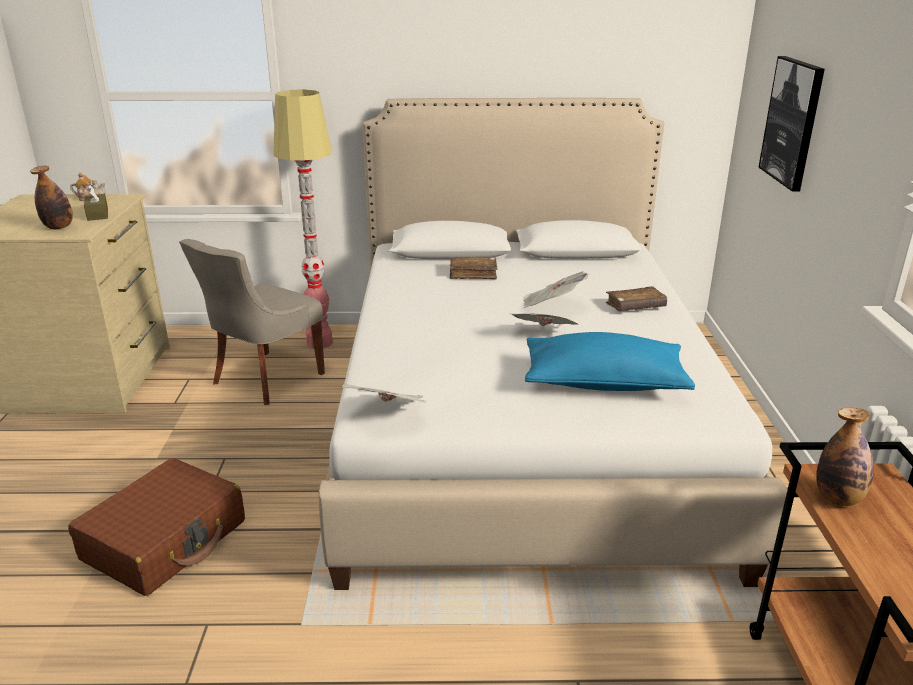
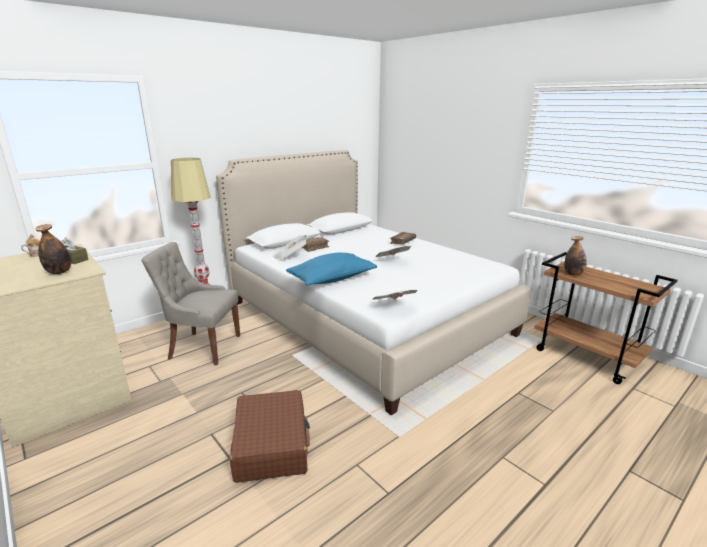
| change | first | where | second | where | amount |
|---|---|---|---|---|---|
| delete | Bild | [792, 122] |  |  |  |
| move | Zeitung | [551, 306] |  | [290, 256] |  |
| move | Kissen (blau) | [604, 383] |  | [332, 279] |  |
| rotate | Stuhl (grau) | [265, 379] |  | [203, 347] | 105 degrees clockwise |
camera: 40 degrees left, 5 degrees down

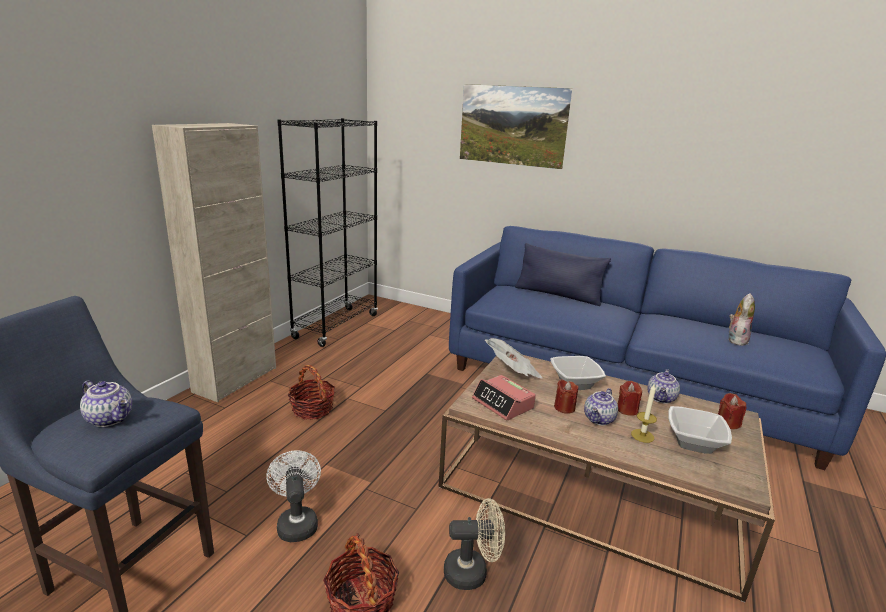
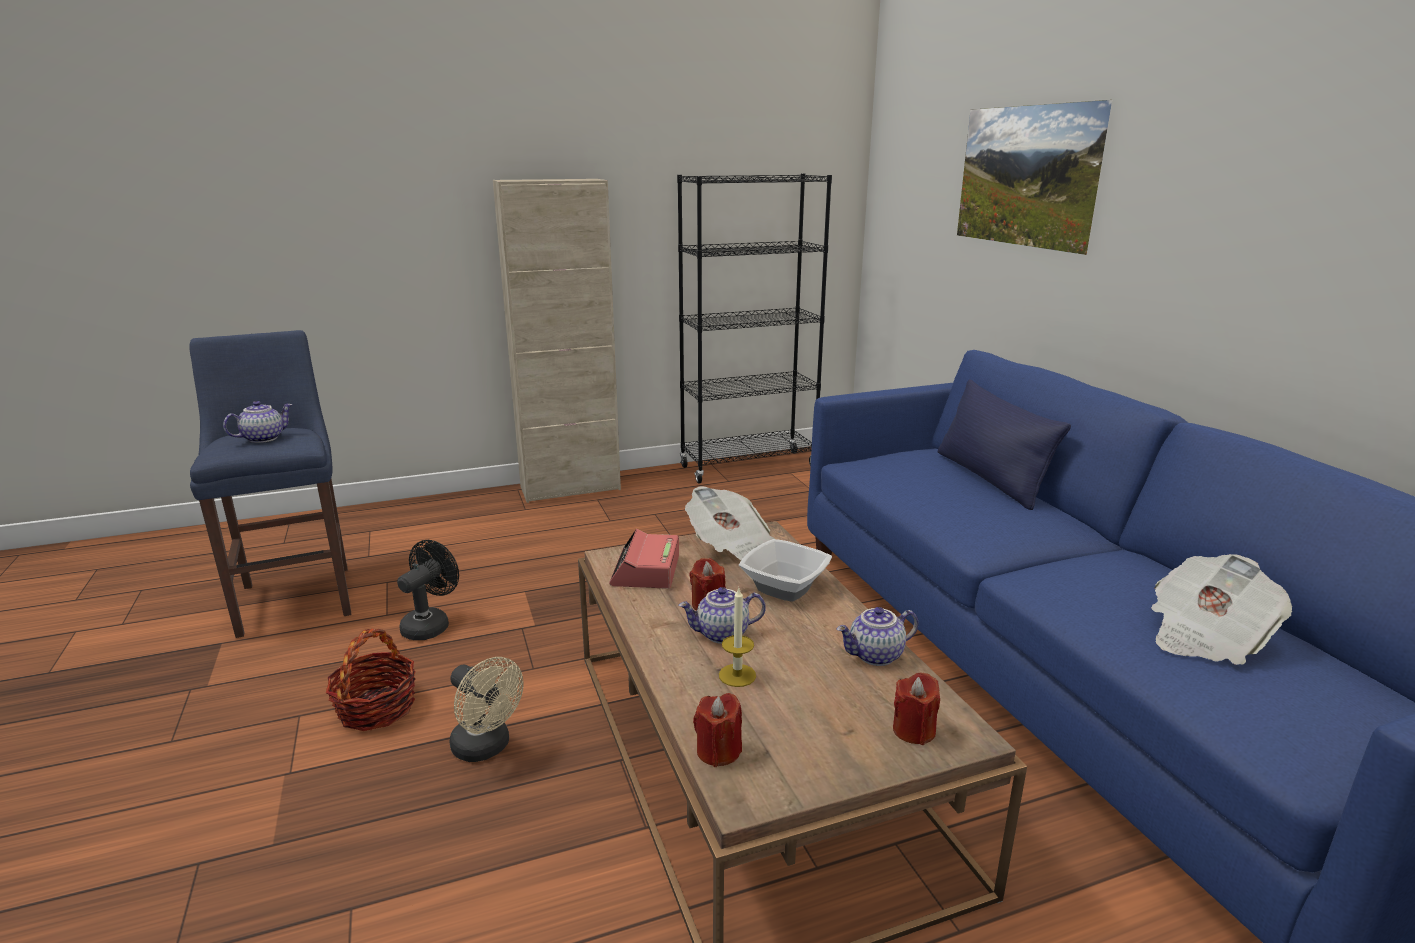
| change | first | where | second | where | amount |
|---|---|---|---|---|---|
| delete | Korb | [312, 409] |  |  |  |
| delete | Schüssel | [693, 442] |  |  |  |
| move | Kerze (rot) | [627, 410] |  | [718, 751] |  |
| replace | Plüschtier | [736, 340] | Zeitung | [1205, 636] |  |
| recolor | Ventilator (weiß) | [297, 522] | Ventilator (schwarz) | [430, 624] |  |
| rotate | Teekanne | [111, 418] |  | [263, 438] | 120 degrees counterclockwise |
camera: 45 degrees right, 0 degrees up

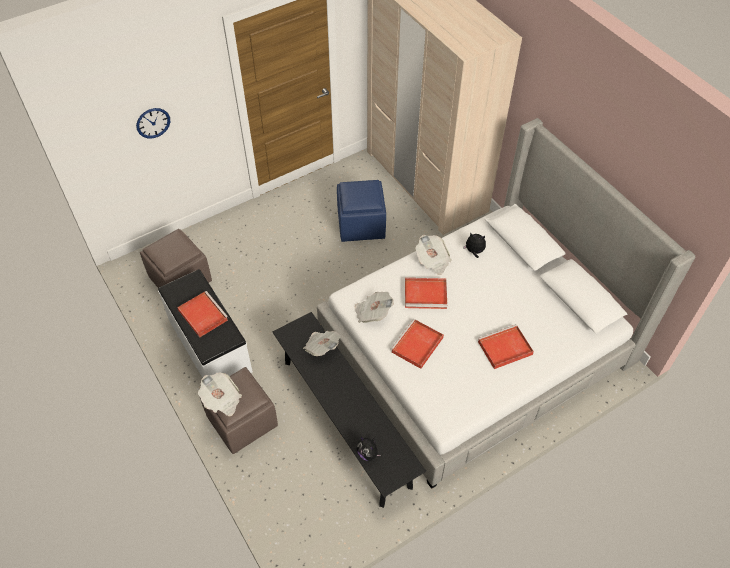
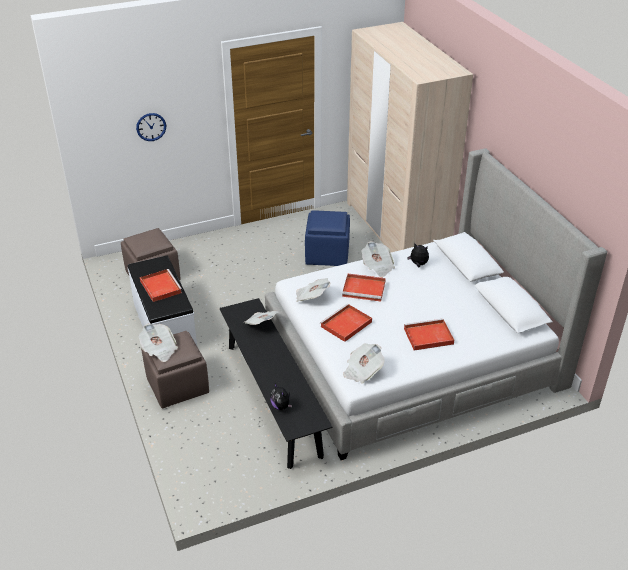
| change | first | where | second | where | amount |
|---|---|---|---|---|---|
| insert |  |  | Zeitung | [362, 371] |  |
camera: 10 degrees right, 15 degrees down

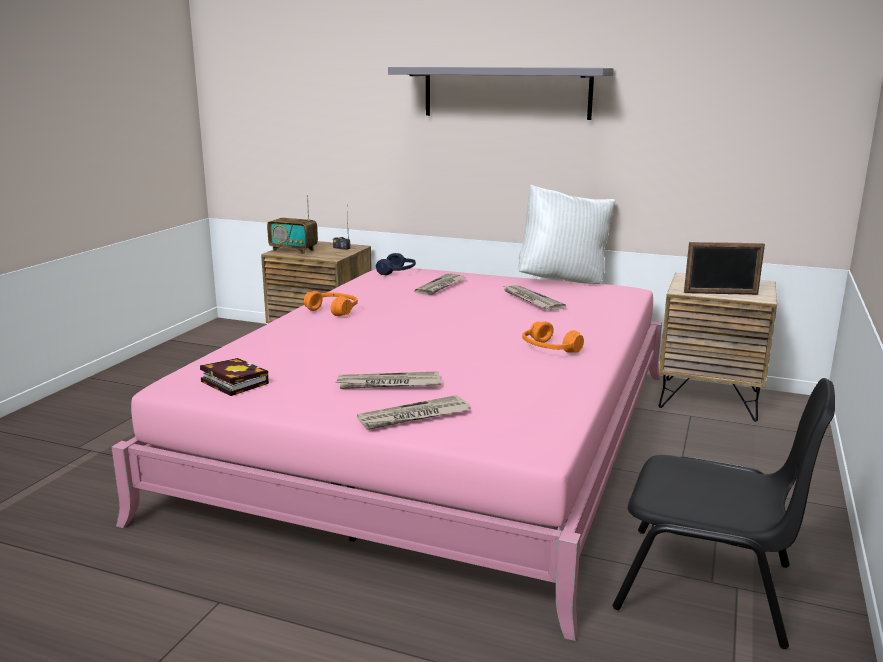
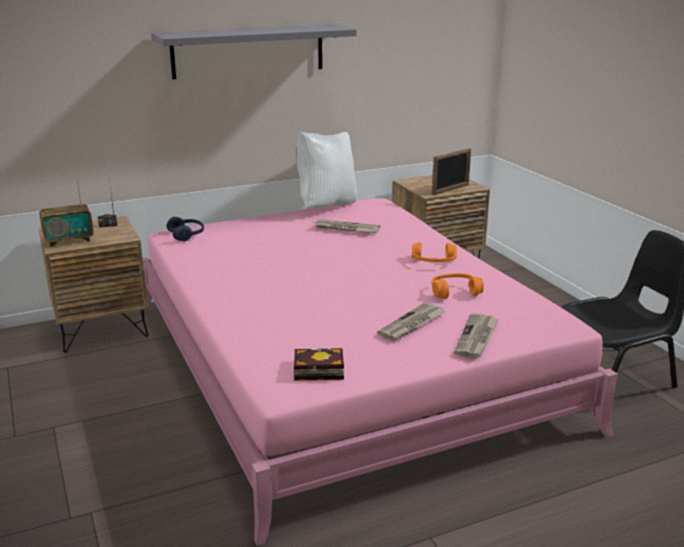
| change | first | where | second | where | amount |
|---|---|---|---|---|---|
| delete | Zeitung | [441, 286] |  |  |  |
| move | Kopfhörer (orange) | [333, 310] |  | [455, 292] |  |
camera: 45 degrees left, 5 degrees up

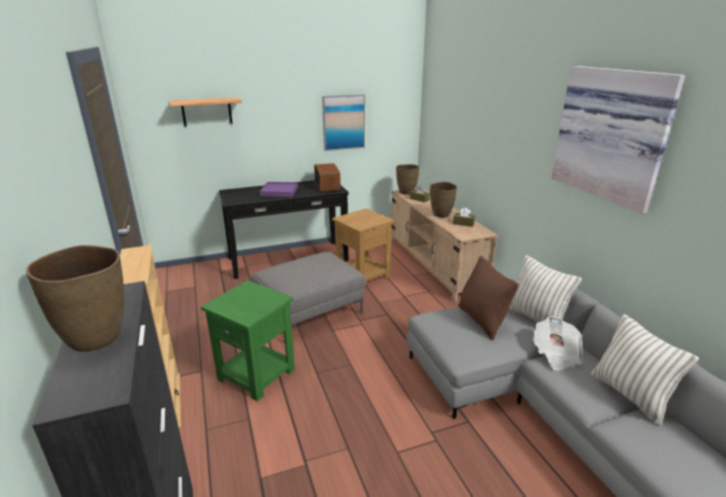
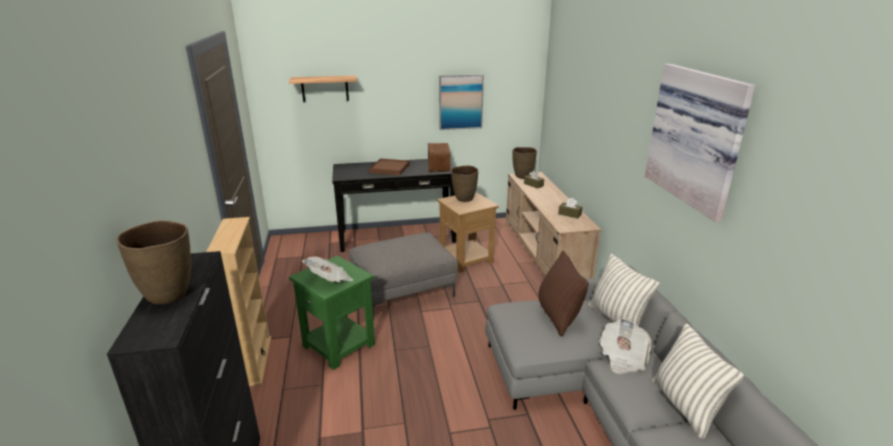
| change | first | where | second | where | amount |
|---|---|---|---|---|---|
| insert |  |  | Zeitung | [330, 280] |  |
| move | Vase (braun) | [441, 215] |  | [464, 199] |  |
| recolor | Tablett (lila) | [279, 191] | Tablett (braun) | [389, 169] |  |
camera: 10 degrees right, 0 degrees up

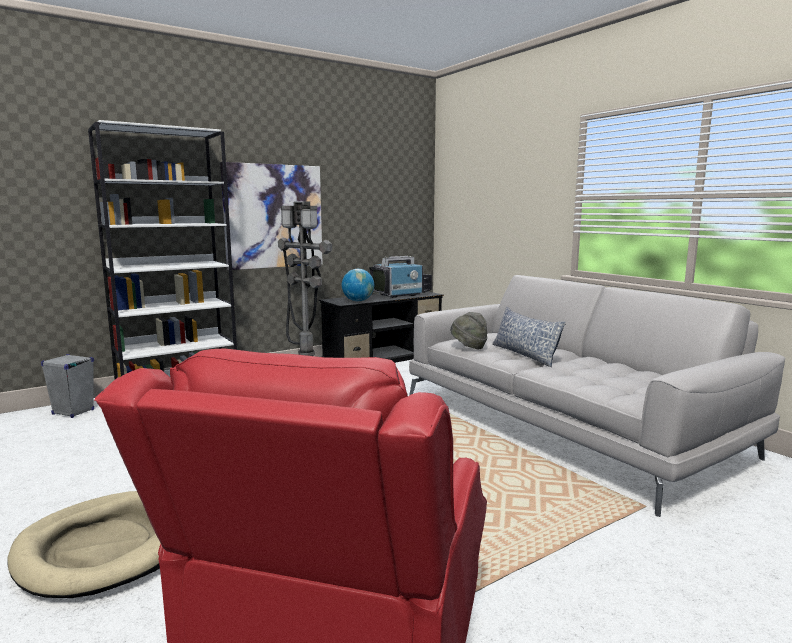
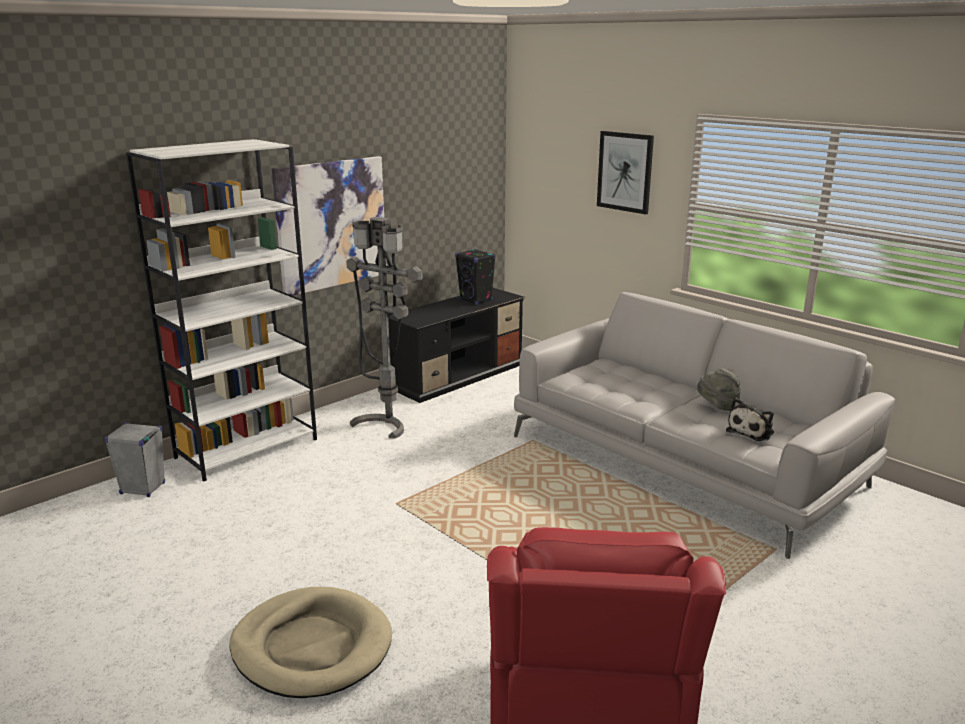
| change | first | where | second | where | amount |
|---|---|---|---|---|---|
| delete | Globus | [358, 301] |  |  |  |
| delete | Kissen | [524, 354] |  |  |  |
| insert |  |  | Bild | [625, 172] |  |
| insert |  |  | Plüschtier | [751, 431] |  |
| move | Hut (grau) | [468, 347] |  | [717, 406] |  |
| replace | Fernseher | [401, 295] | Lautsprecher (schwarz) | [476, 300] |  |
camera: 10 degrees left, 10 degrees up

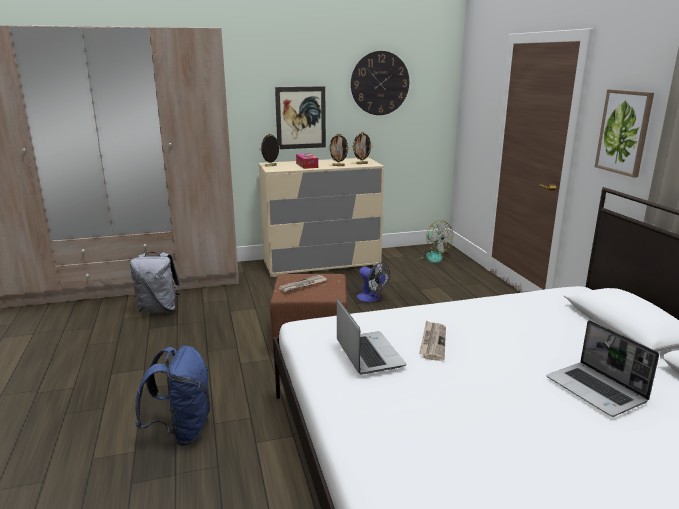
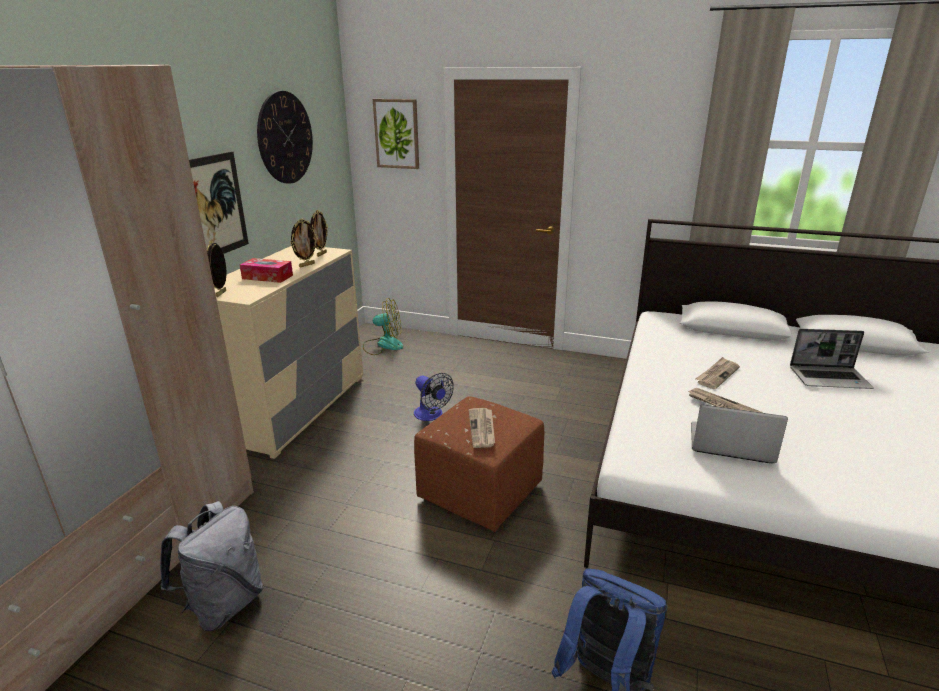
| change | first | where | second | where | amount |
|---|---|---|---|---|---|
| insert |  |  | Zeitung | [717, 375] |  |
| move | Bild | [624, 132] |  | [397, 134] |  |
| rotate | Ventilator | [371, 298] |  | [431, 415] | 60 degrees clockwise |
camera: 55 degrees left, 5 degrees up

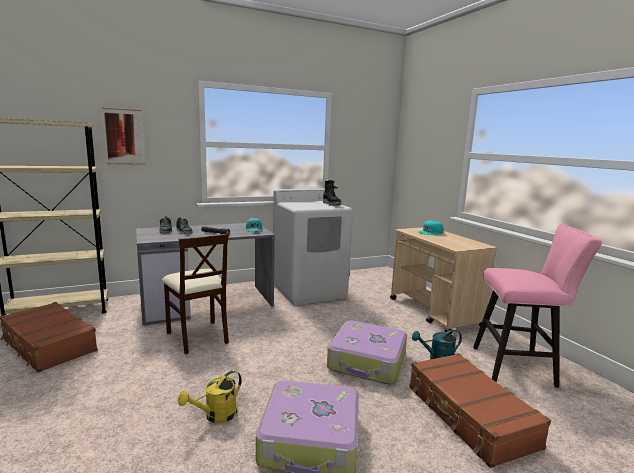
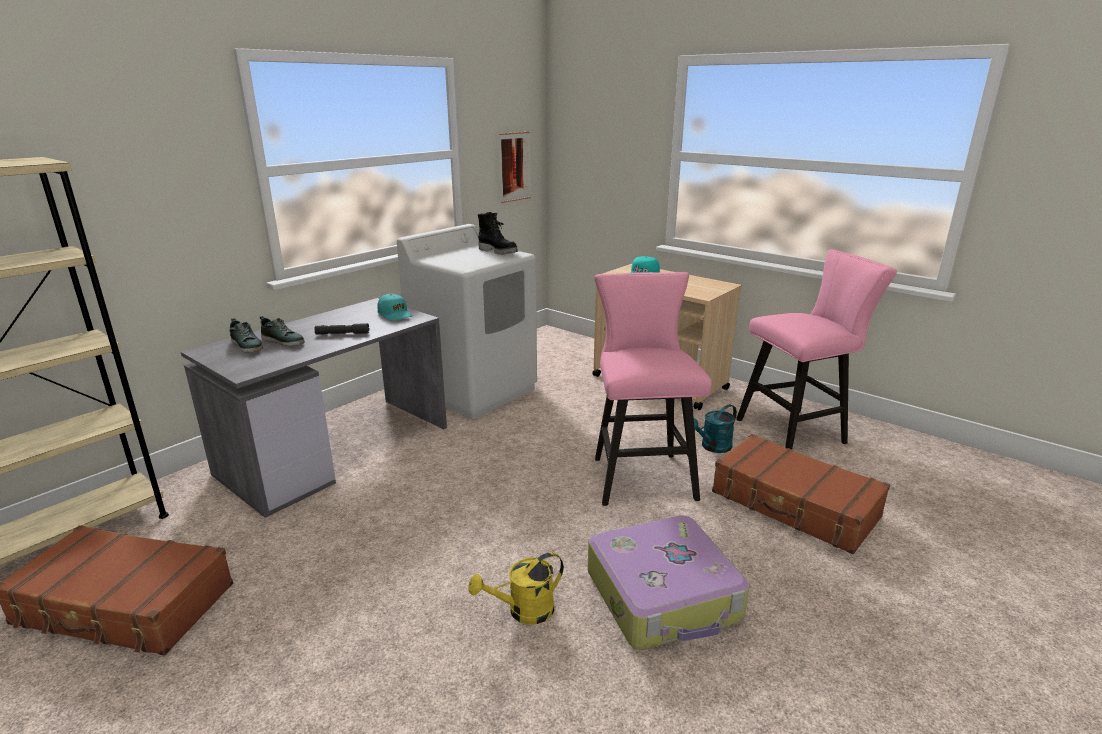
| change | first | where | second | where | amount |
|---|---|---|---|---|---|
| delete | Stuhl (beige) | [198, 337] |  |  |  |
| move | Bild | [124, 137] |  | [515, 167] |  |
| replace | Koffer | [367, 362] | Hocker (rosa) | [640, 474] |  |
| rotate | Gießkanne (gelb) | [216, 416] |  | [523, 611] | 45 degrees clockwise |
camera: 25 degrees left, 10 degrees up

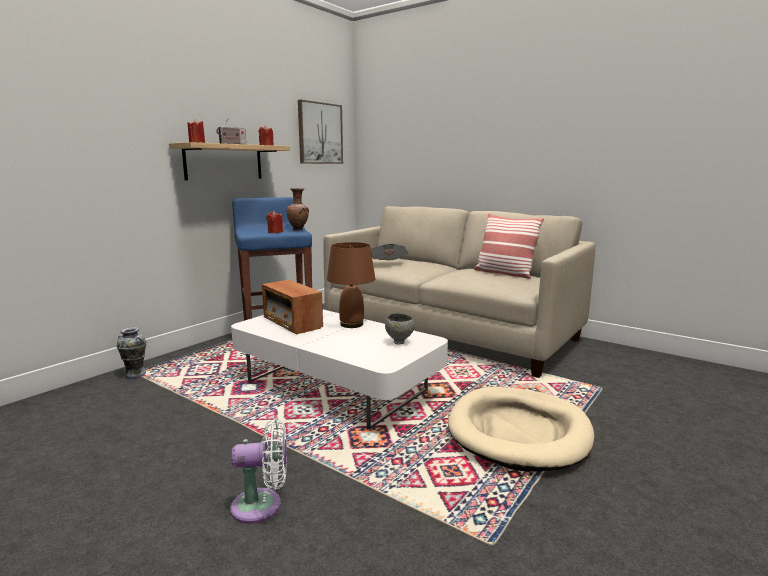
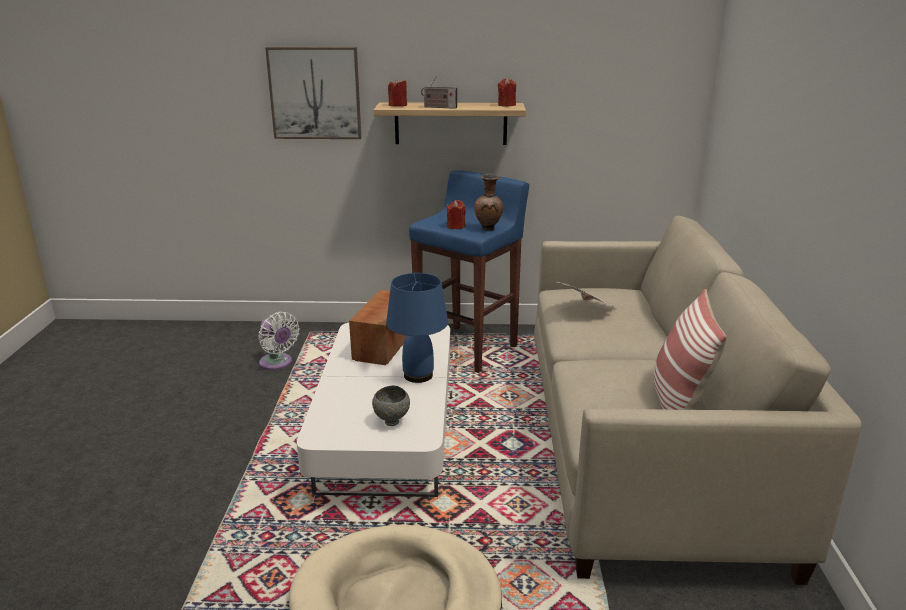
| change | first | where | second | where | amount |
|---|---|---|---|---|---|
| delete | Vase | [135, 375] |  |  |  |
| move | Ventilator (weiß) | [262, 506] |  | [277, 363] |  |
| move | Bild | [320, 133] |  | [315, 93] |  |
| recolor | Tischlampe (braun) | [352, 324] | Tischlampe (blau) | [417, 376] |  |
camera: 55 degrees right, 10 degrees up

